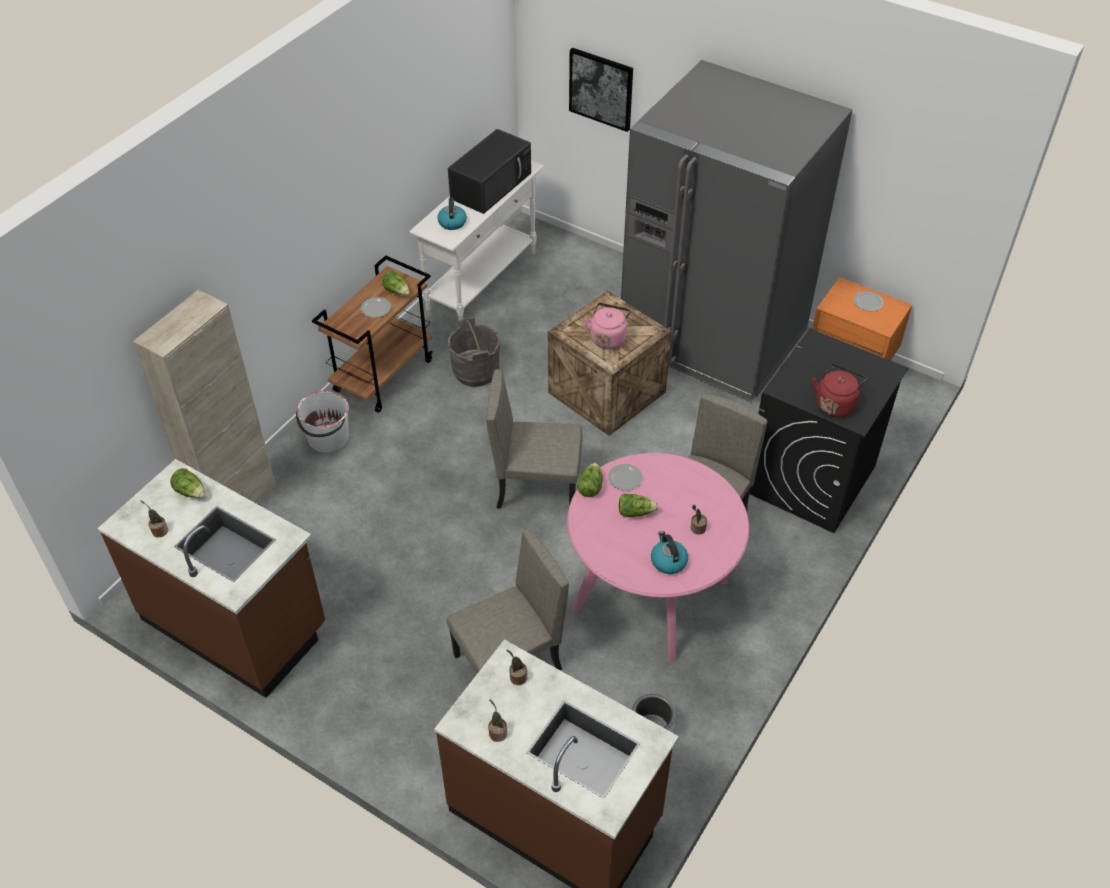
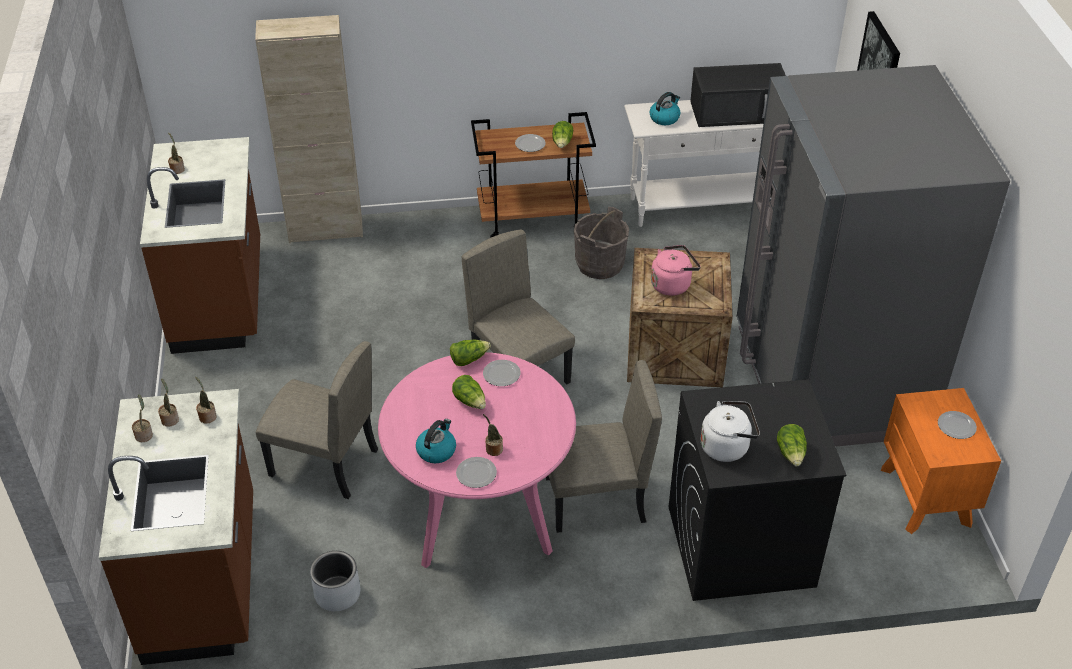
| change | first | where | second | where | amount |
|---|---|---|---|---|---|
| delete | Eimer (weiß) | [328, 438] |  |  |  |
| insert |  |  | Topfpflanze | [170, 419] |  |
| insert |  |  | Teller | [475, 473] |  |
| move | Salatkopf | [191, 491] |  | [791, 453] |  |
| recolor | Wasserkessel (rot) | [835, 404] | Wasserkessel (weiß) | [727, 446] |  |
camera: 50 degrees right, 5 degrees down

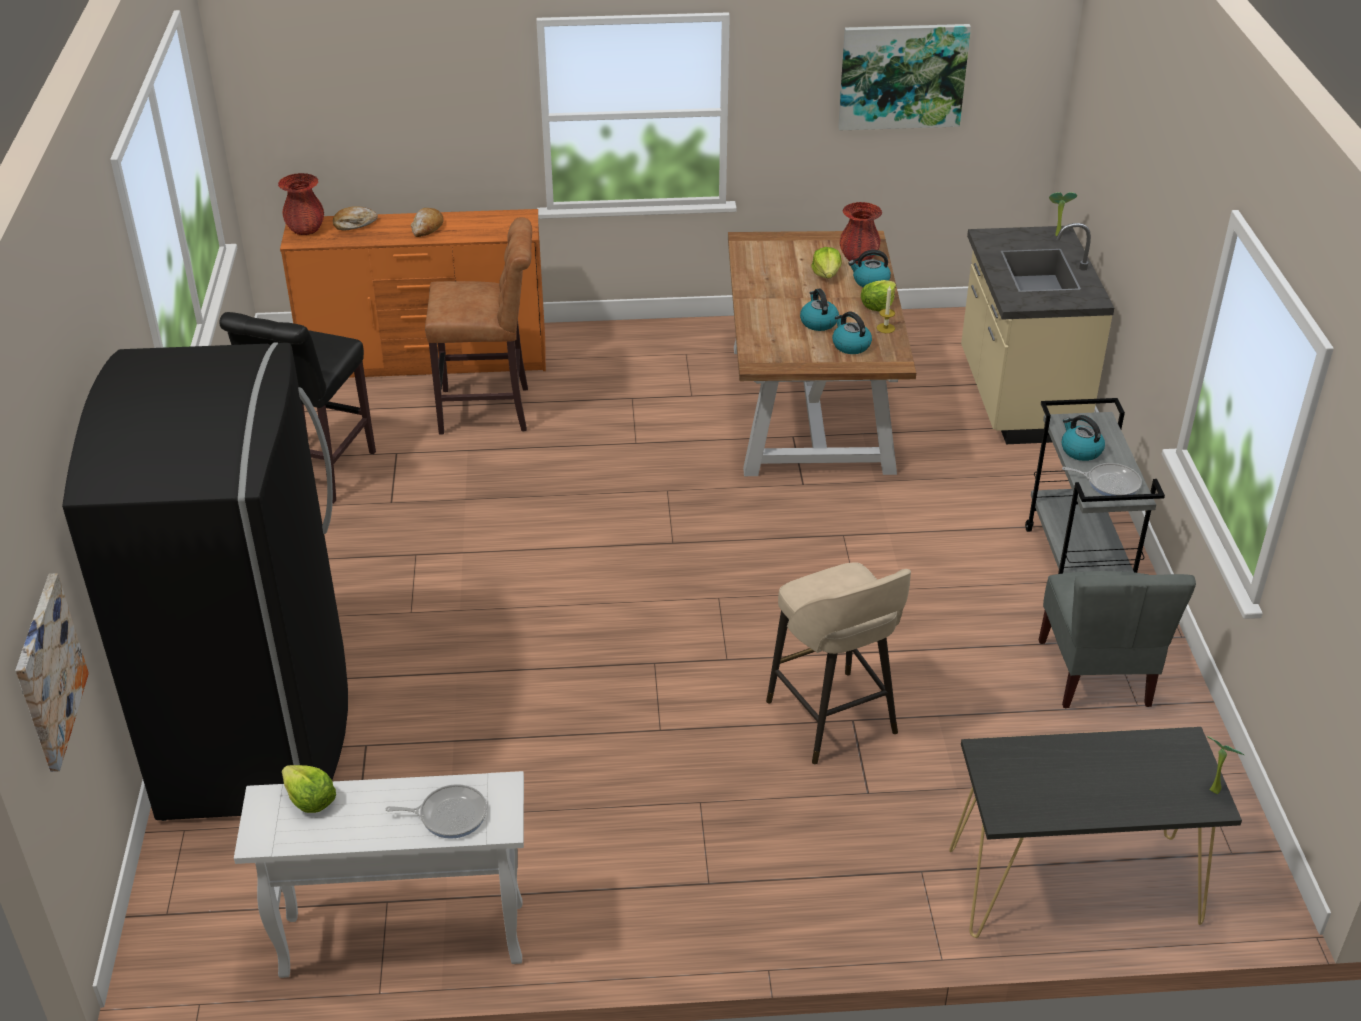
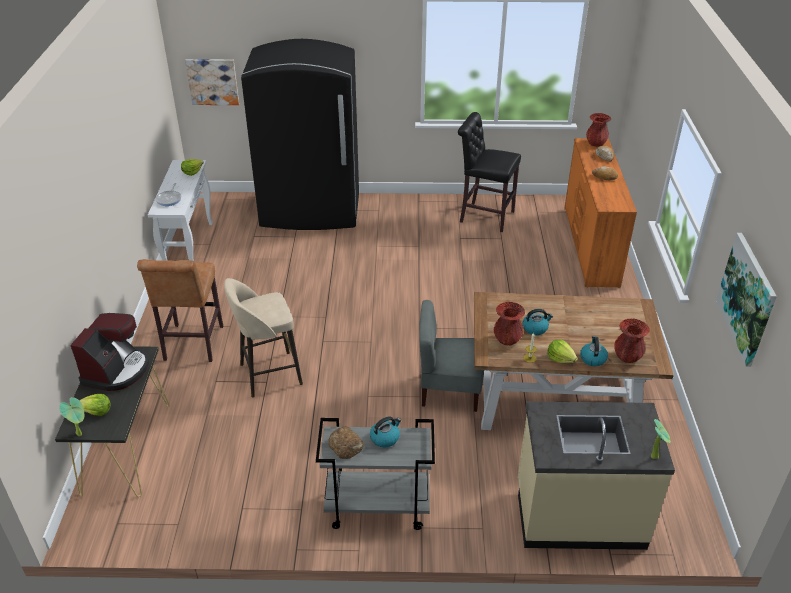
| change | first | where | second | where | amount |
|---|---|---|---|---|---|
| insert |  |  | Kaffeemaschine | [117, 370] |  |
| move | Hocker (braun) | [490, 411] |  | [192, 346] |  |
| move | Salatkopf | [826, 274] |  | [97, 411] |  |
| move | Stuhl (grau) | [1096, 674] |  | [449, 391] |  |
| replace | Wasserkessel | [850, 345] | Vase (rot) | [507, 339] |  |
| replace | Pfanne | [1110, 483] | Brot | [346, 445] |  |
camera: 95 degrees right, 0 degrees up

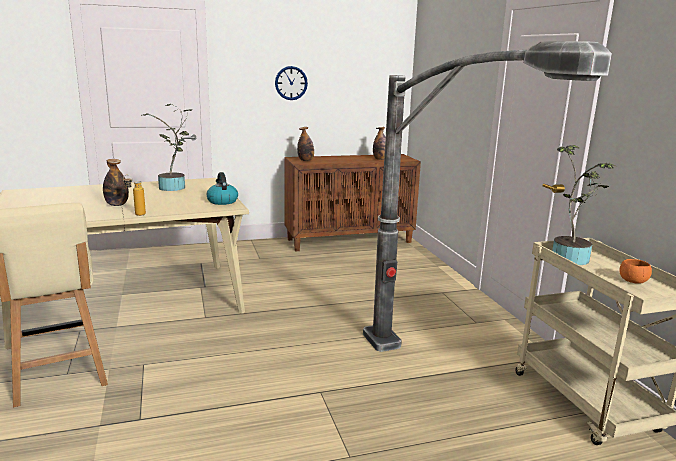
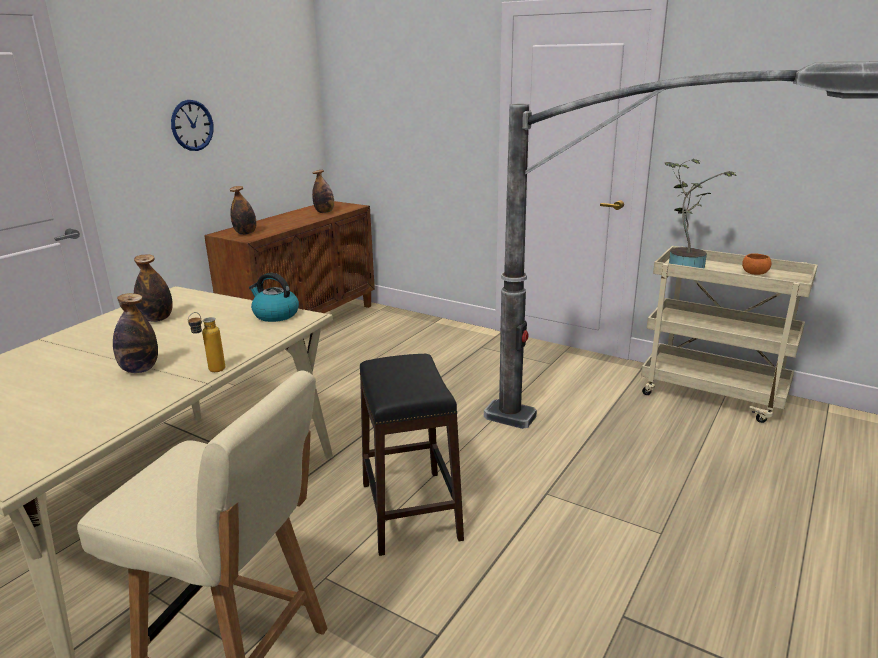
| change | first | where | second | where | amount |
|---|---|---|---|---|---|
| insert |  |  | Hocker (schwarz) | [409, 511] |  |
| replace | Topfpflanze | [174, 188] | Flasche | [157, 319] |  |
camera: 40 degrees left, 5 degrees up

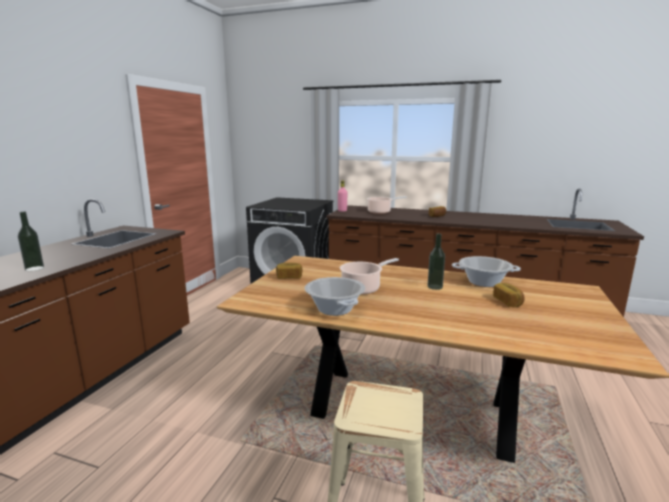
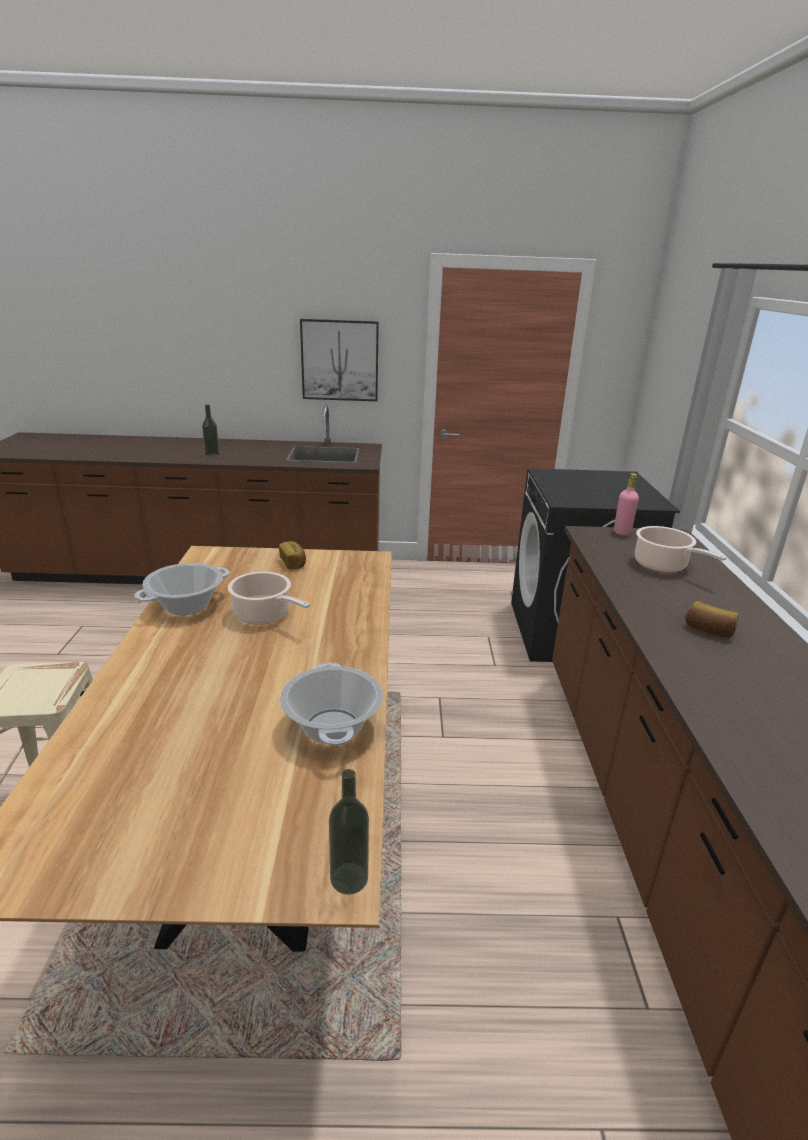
| change | first | where | second | where | amount |
|---|---|---|---|---|---|
| delete | Brot | [508, 302] |  |  |  |
| insert |  |  | Bild | [340, 360] |  |
| move | Flasche | [435, 287] |  | [349, 878] |  |
camera: 70 degrees right, 10 degrees up

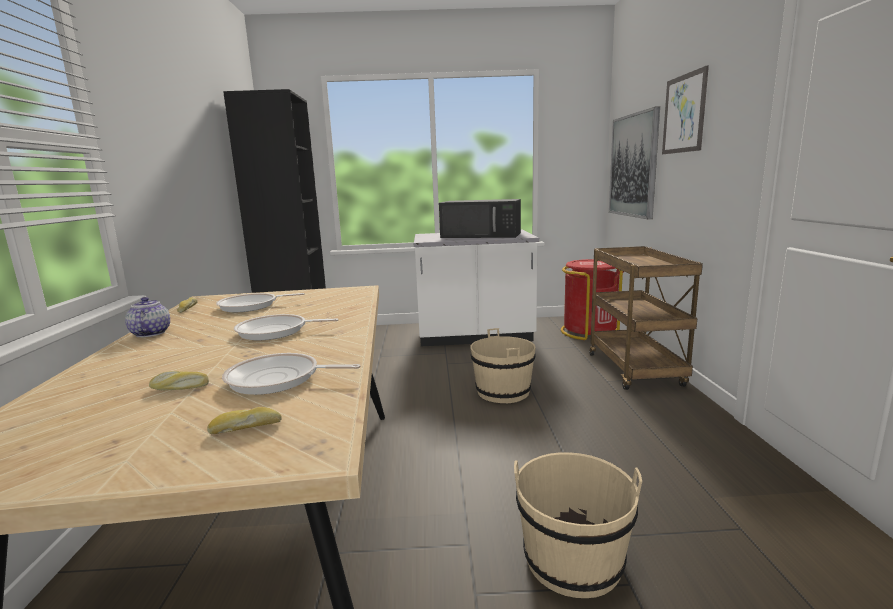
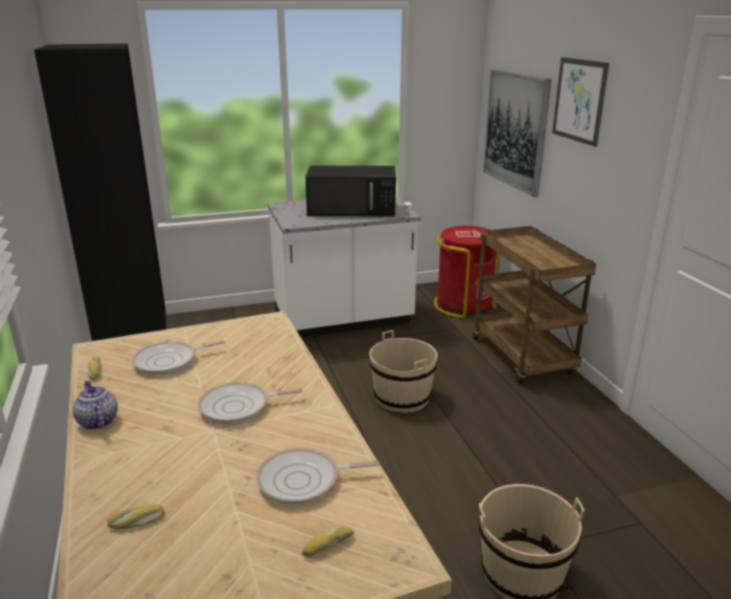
| change | first | where | second | where | amount |
|---|---|---|---|---|---|
| move | Brot | [179, 388] |  | [137, 522] |  |
camera: 15 degrees left, 10 degrees up

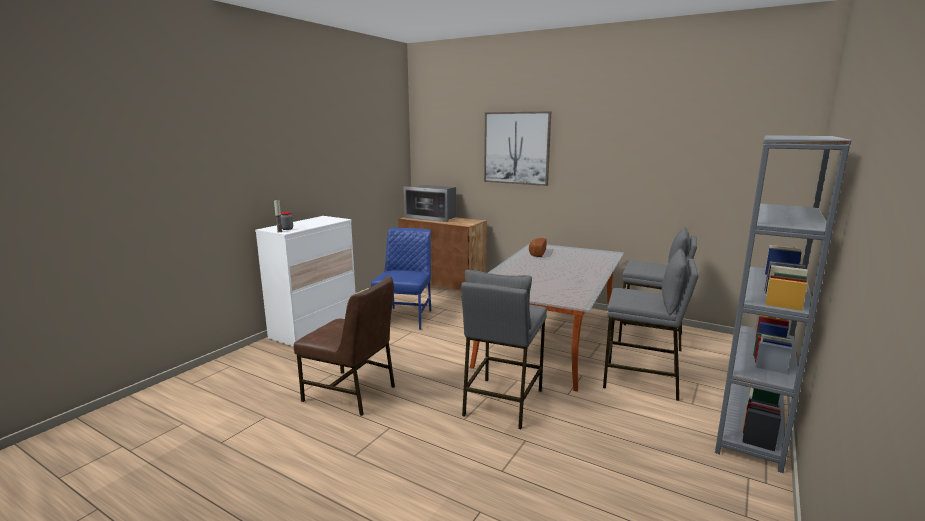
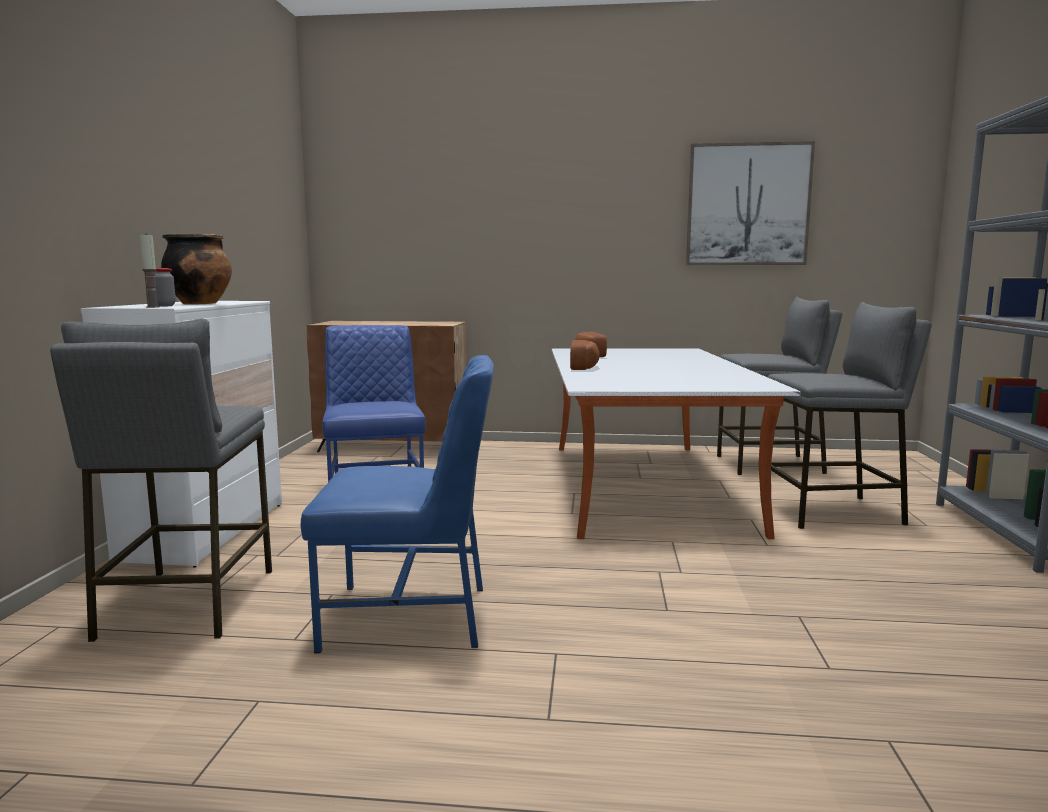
| change | first | where | second | where | amount |
|---|---|---|---|---|---|
| delete | Mikrowelle | [432, 217] |  |  |  |
| insert |  |  | Kochtopf | [200, 303] |  |
| insert |  |  | Brot | [584, 367] |  |
| move | Hocker (grau) | [502, 402] |  | [186, 603] |  |
| move | Bild | [516, 148] |  | [748, 205] |  |
| recolor | Stuhl (braun) | [351, 393] | Stuhl (blau) | [410, 616] |  |
camera: 25 degrees left, 5 degrees down

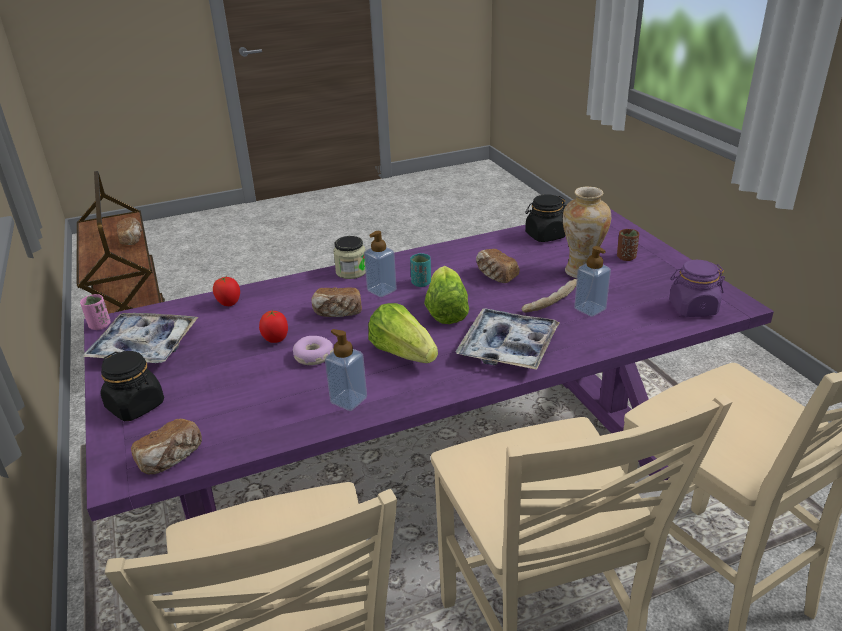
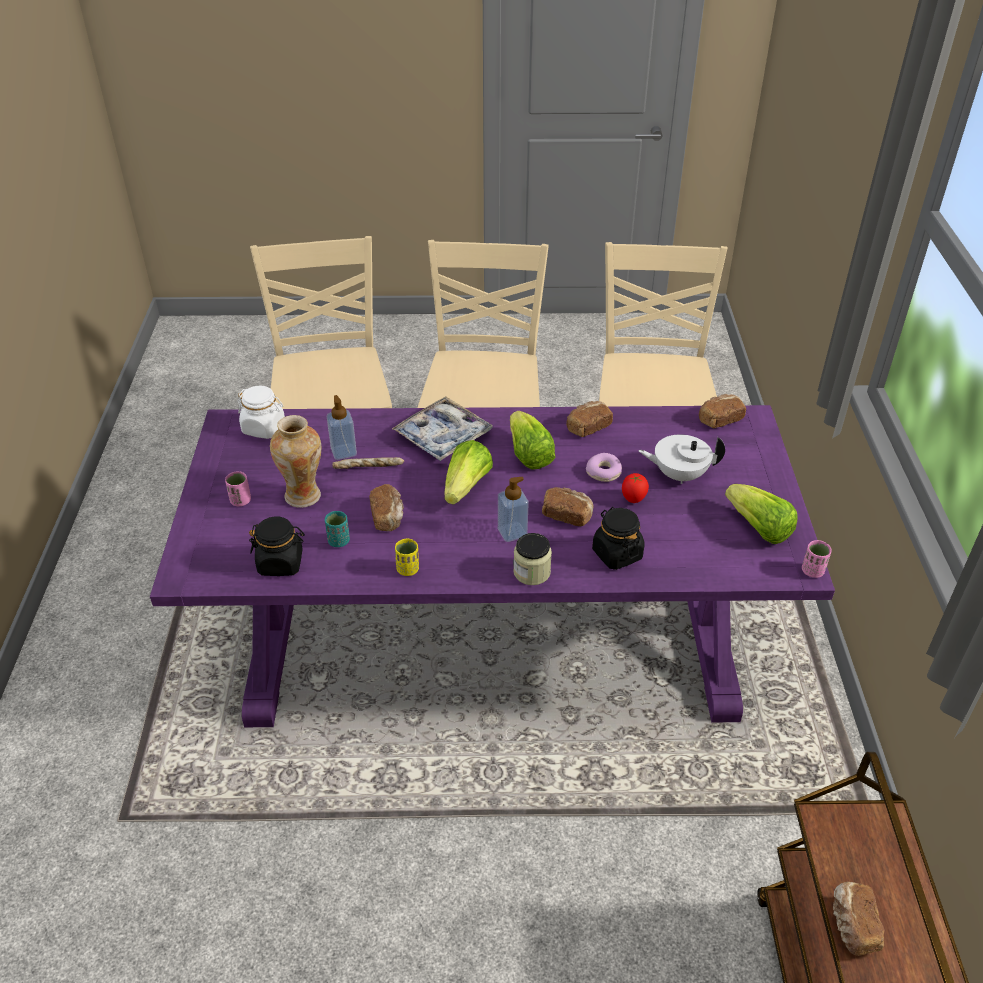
| change | first | where | second | where | amount |
|---|---|---|---|---|---|
| delete | Tomate | [229, 304] |  |  |  |
| insert |  |  | Tasse (gelb) | [408, 569] |  |
| insert |  |  | Teekanne (weiß) | [679, 474] |  |
| move | Vorratsglas (schwarz) | [136, 406] |  | [616, 554] |  |
| move | Tasse (türkis) | [421, 283] |  | [339, 541] |  |
| replace | Tablett | [144, 346] | Salatkopf | [758, 528] |  |
| replace | Seifenspender | [348, 400] | Brot | [587, 427] |  |
| recolor | Tasse (braun) | [626, 257] | Tasse (rosa) | [240, 501] |  |
| recolor | Vorratsglas (lila) | [692, 308] | Vorratsglas (weiß) | [264, 428] |  |
camera: 160 degrees left, 10 degrees up

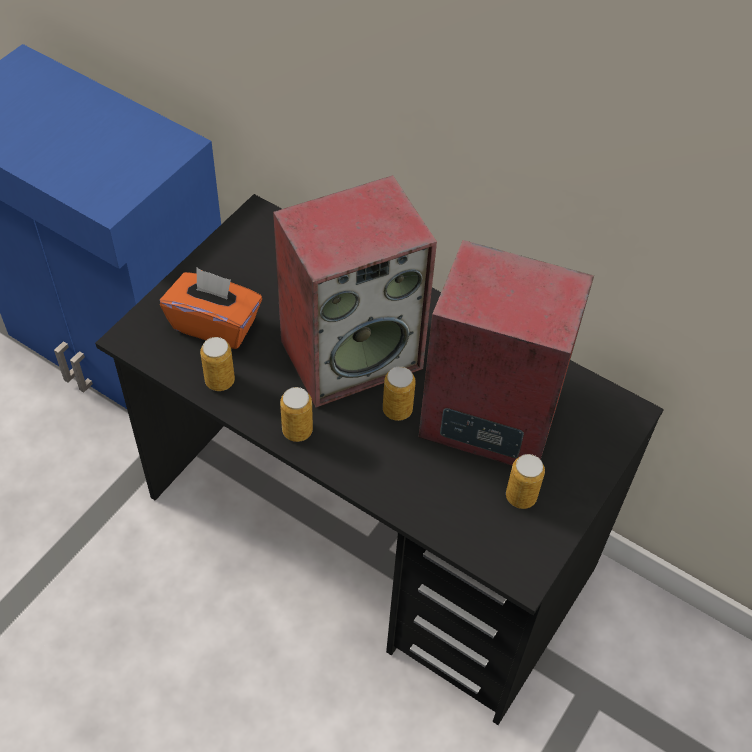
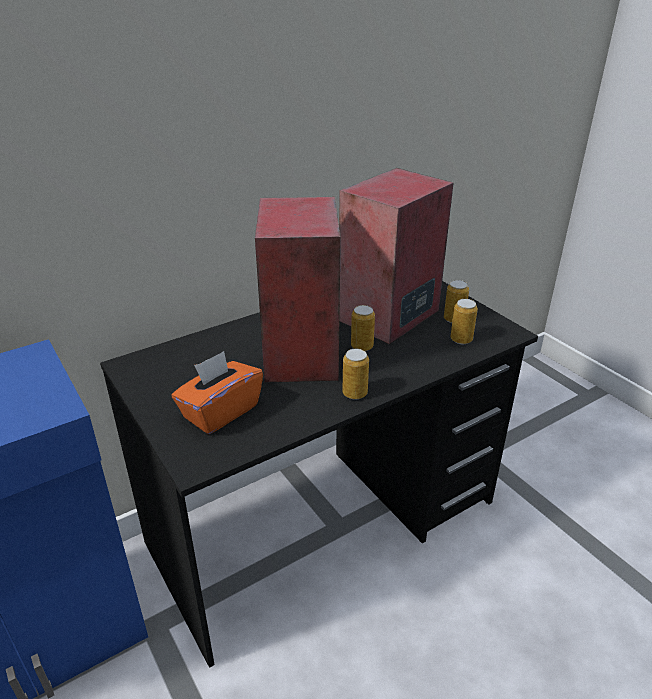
| change | first | where | second | where | amount |
|---|---|---|---|---|---|
| move | Dose | [220, 381] |  | [461, 339] |  |
camera: 65 degrees left, 20 degrees down

